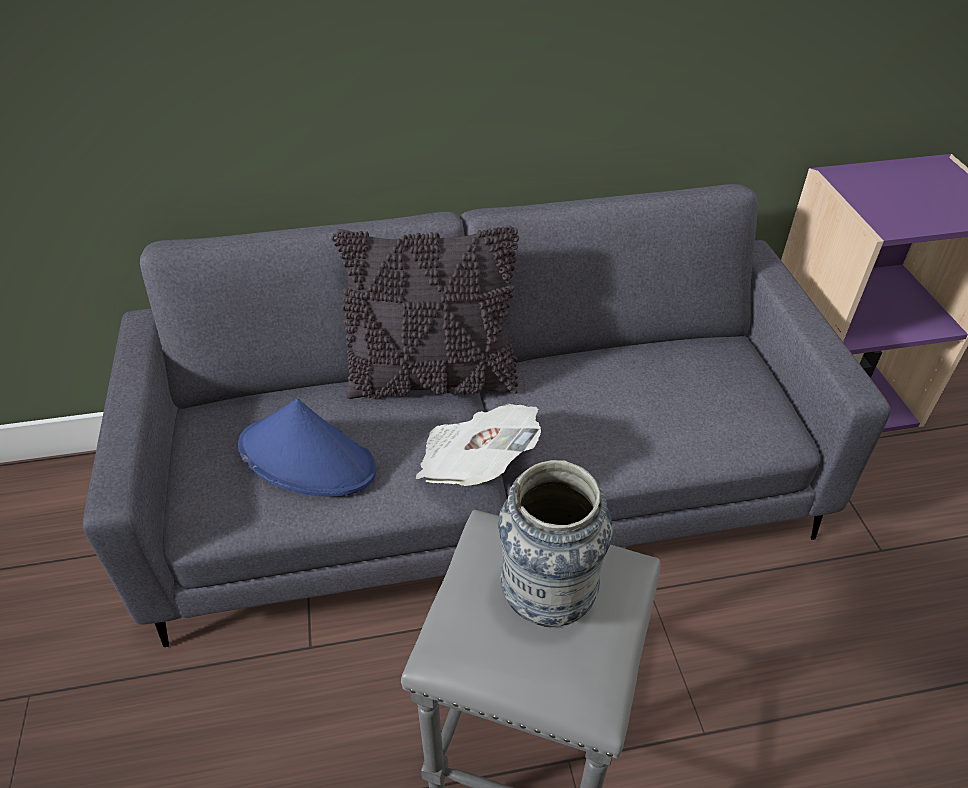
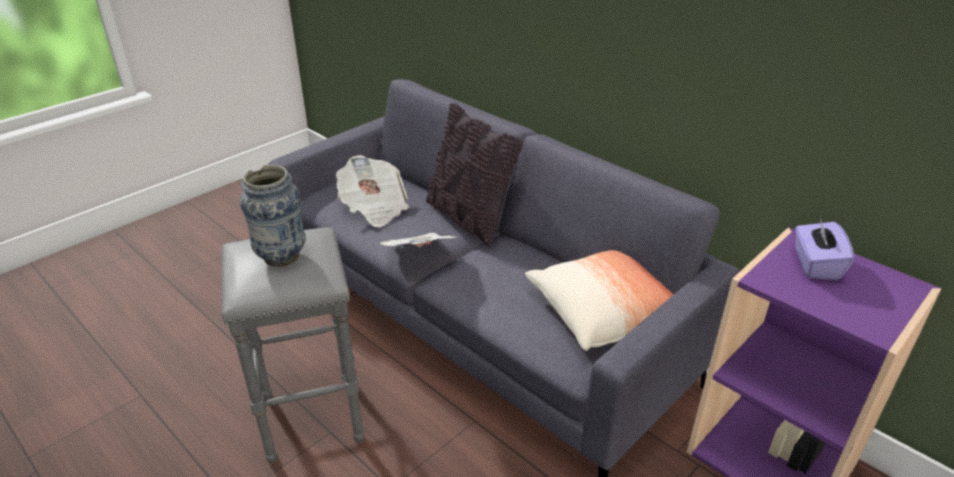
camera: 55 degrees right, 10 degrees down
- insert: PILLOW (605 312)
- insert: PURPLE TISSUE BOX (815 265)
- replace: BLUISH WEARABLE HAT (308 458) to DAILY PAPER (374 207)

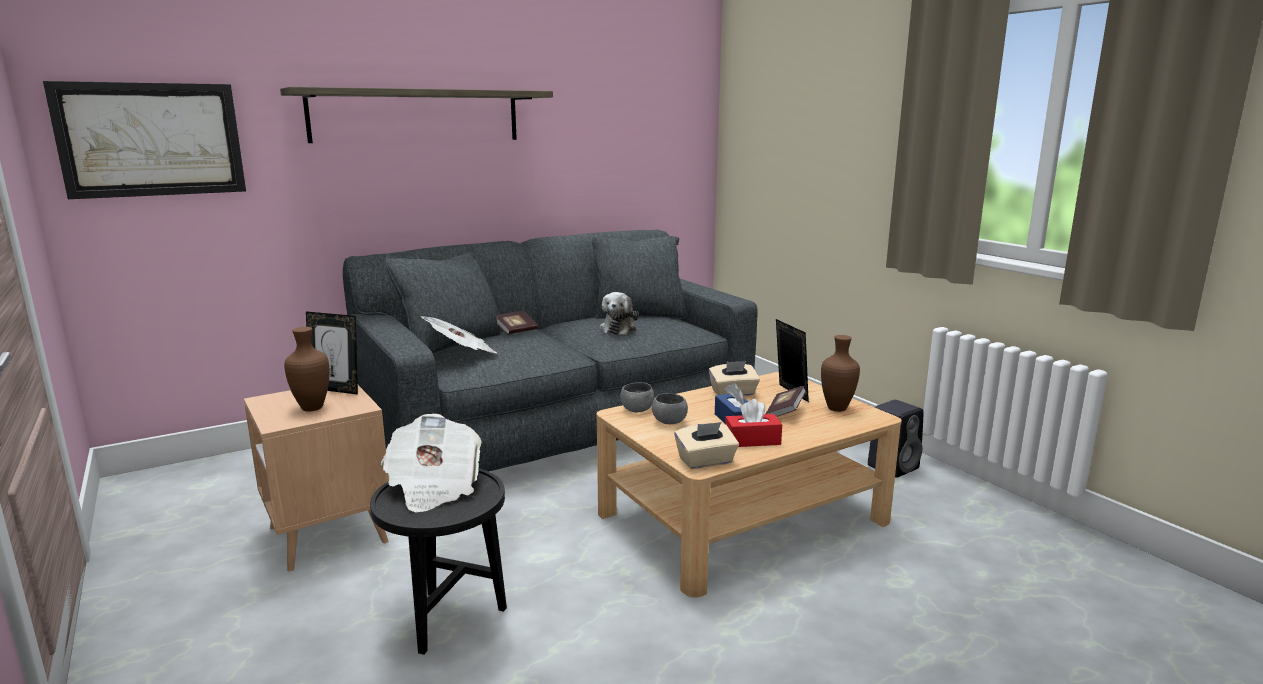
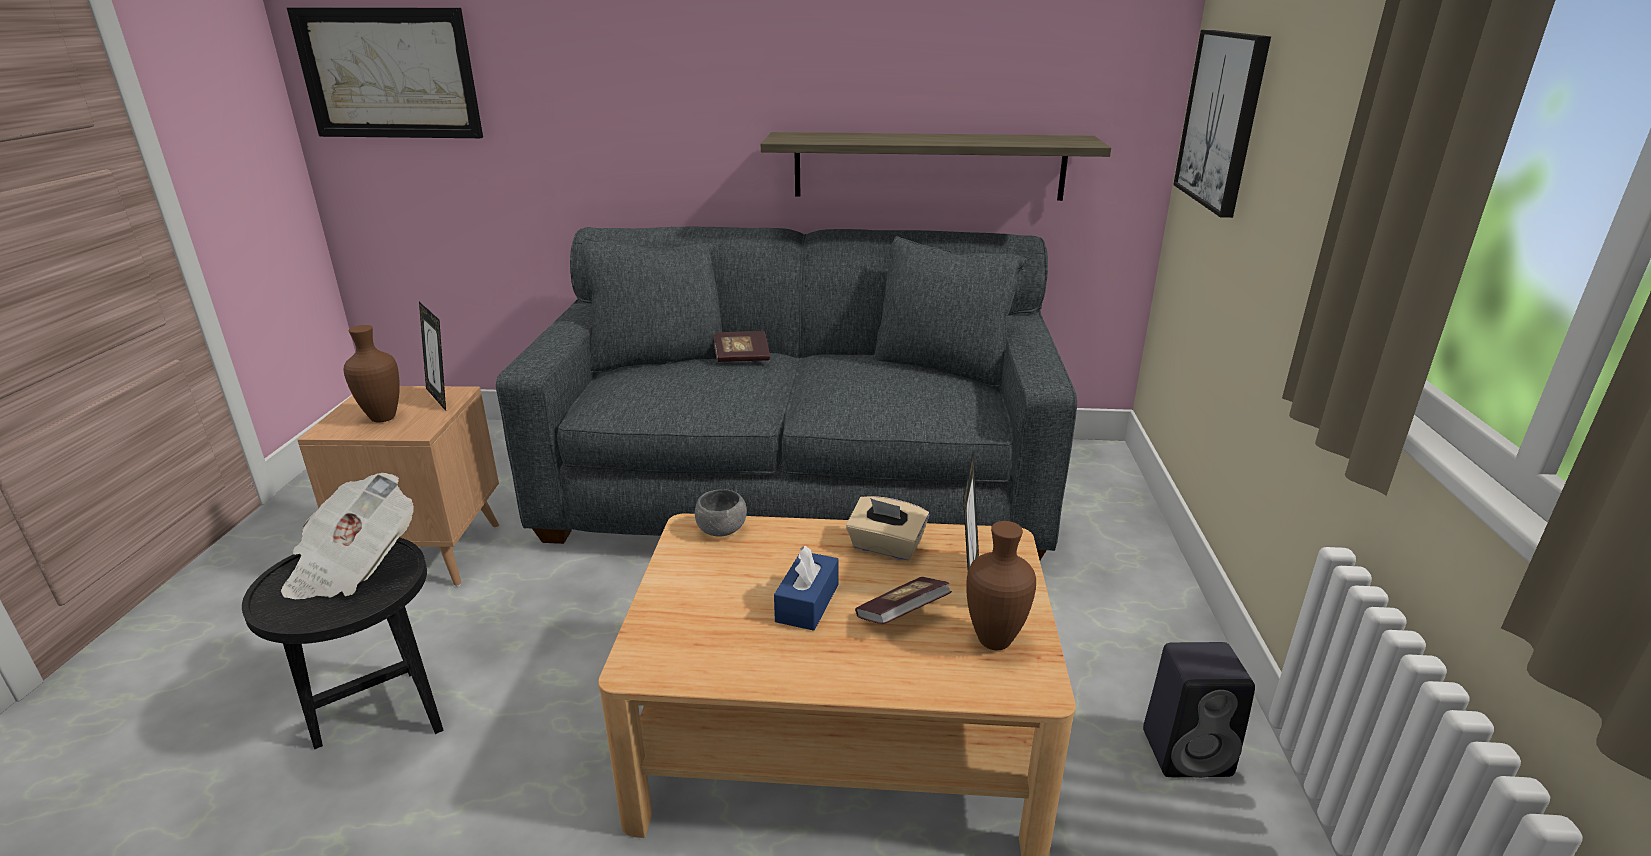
camera: 35 degrees right, 10 degrees up
- delete: DAILY PAPER (462 353)
- delete: CUDDLY TOY (619 329)
- delete: GREY DEEP DISH (669 422)
- delete: BEIGE-COLOURED TISSUE BOX (706 461)
- delete: RED TISSUE BOX (752 440)
- insert: WALL PICTURE (1222 119)
- move: WALL SHELF (416 116) to (929 166)

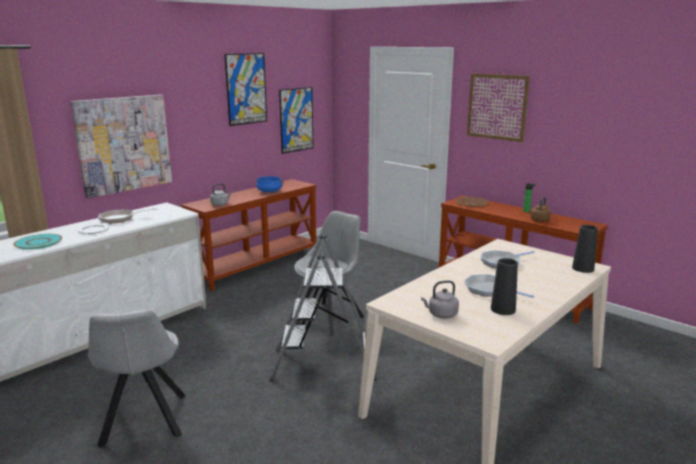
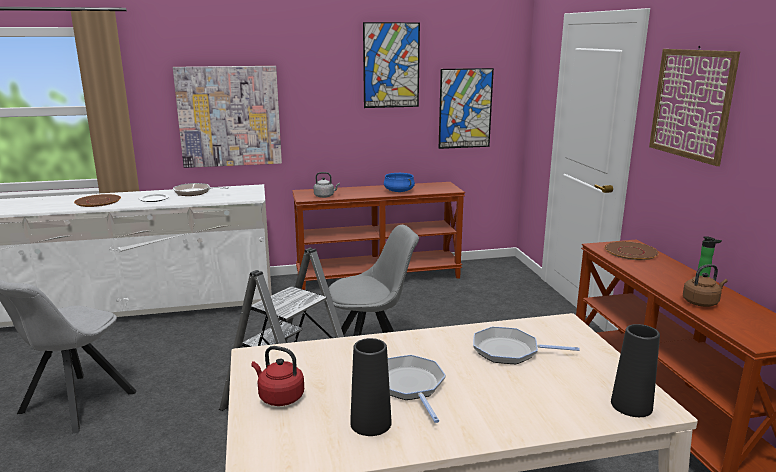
camera: 35 degrees right, 0 degrees up
- recolor: TURQUOISE FLAT DISH (38 242) to BROWNISH FLAT DISH (98 201)
- recolor: GREY TEA KETTLE (441 315) to RED TEA KETTLE (279 397)

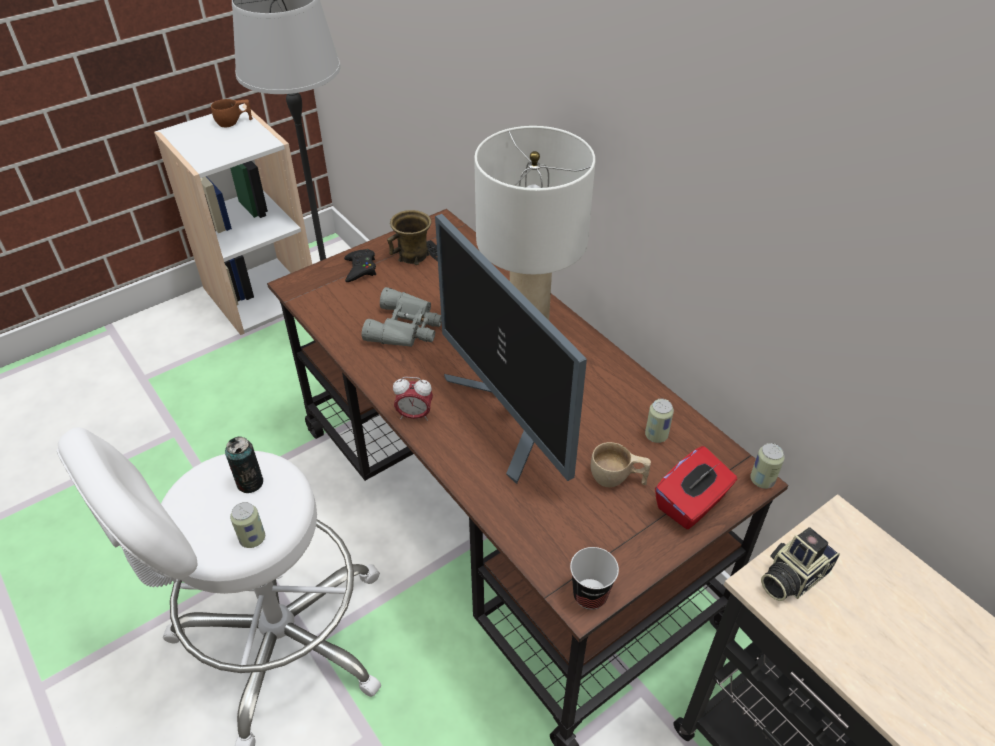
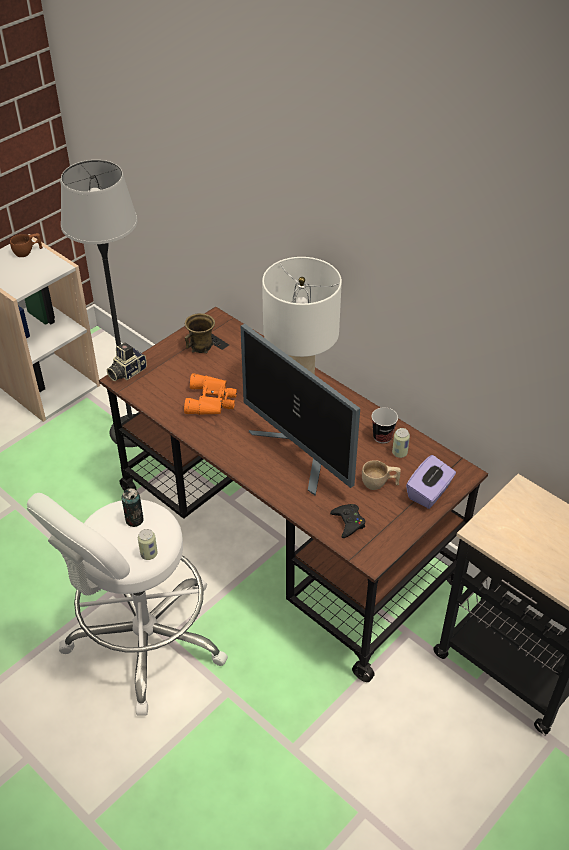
camera: 10 degrees left, 0 degrees up
- delete: ALARM CLOCK (414 415)
- delete: SEALED CAN (762 480)
- move: BLACK JOYPAD (360 269) to (348 522)
- move: CUP (590 595) to (382 437)
- move: PHOTO CAMERA (791 576) to (126 372)
- recolor: GREY PAIR OF BINOCULARS (406 327) to ORANGE PAIR OF BINOCULARS (212 400)
- recolor: RED TISSUE BOX (691 503) to PURPLE TISSUE BOX (429 492)

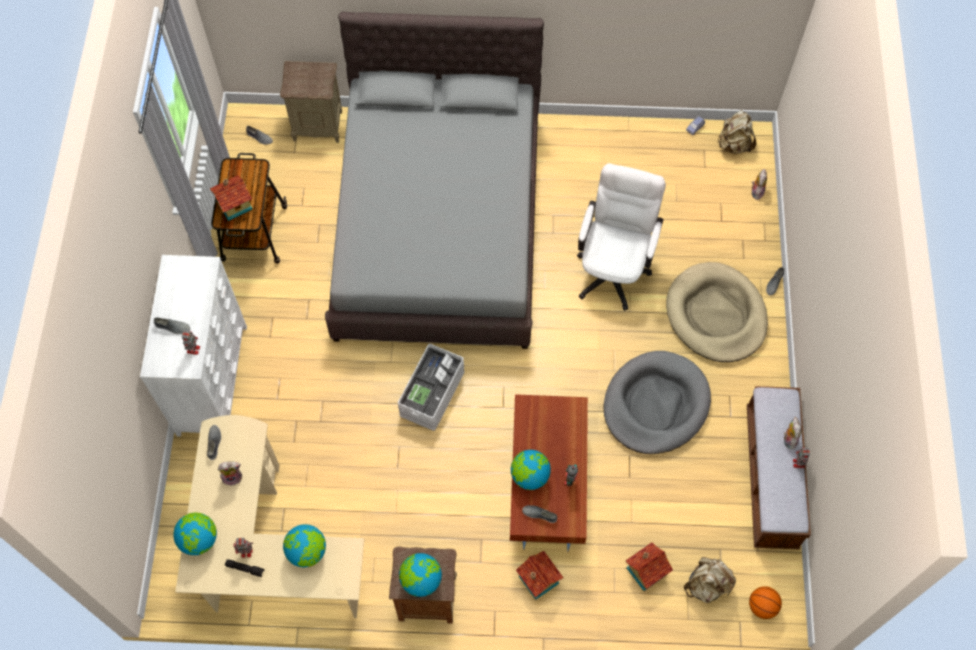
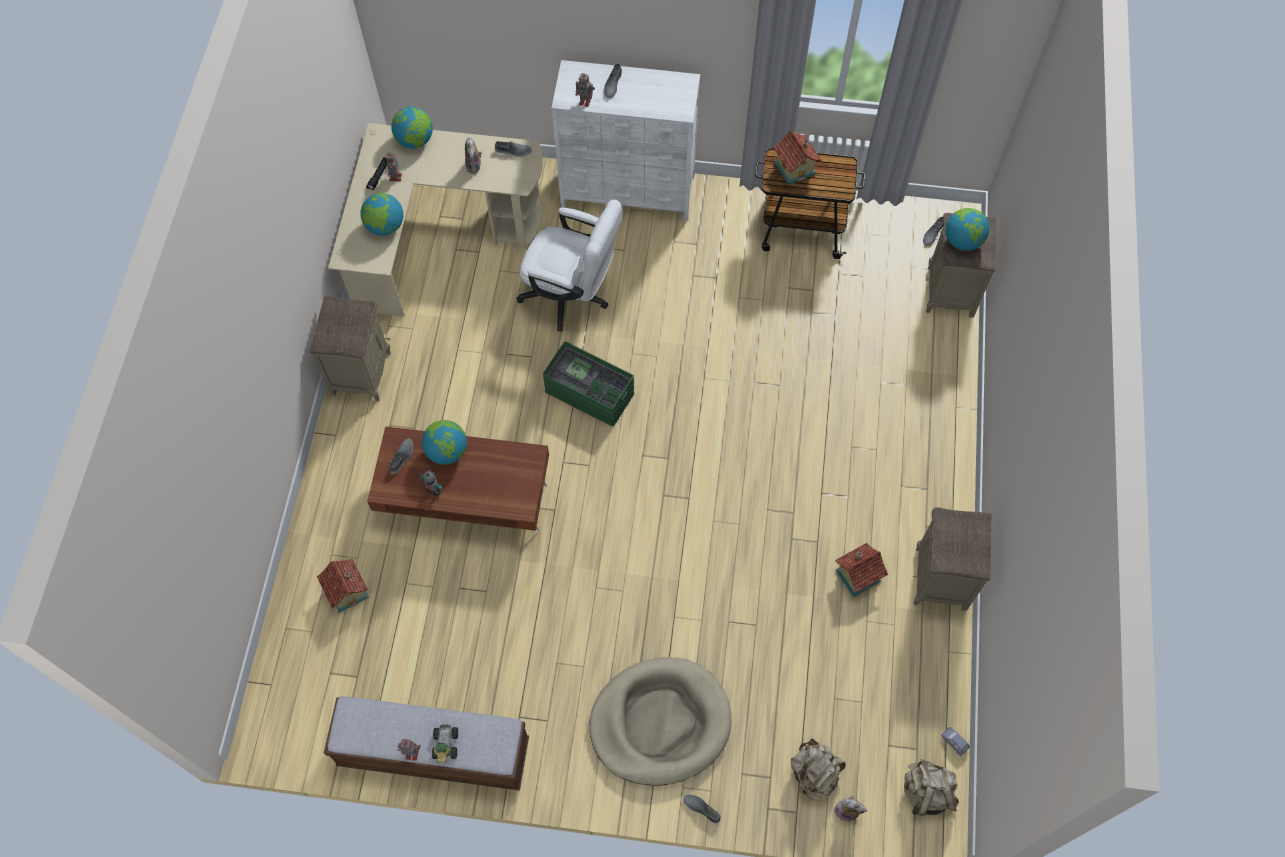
camera: 95 degrees right, 0 degrees up
- delete: GREY BED (439 224)
- delete: GREY PET BED (655 405)
- delete: BALL FOR BASKETBALL (762 606)
- insert: BEIGE-COLOURED BEDSIDE TABLE (939 579)
- move: DESK GLOBE (421 580) to (962 241)
- move: MINIATURE HOUSE (538 580) to (857 575)
- move: WHITISH DESK CHAIR (613 268) to (572 296)
- move: BEIGE-COLOURED RUCKSACK (707 585) to (814 774)
- replace: CUDDLY TOY (788 439) to MINIATURE CAR (445 746)
- recolor: WHITISH STORAGE BIN (431 392) to GREEN STORAGE BIN (590 391)

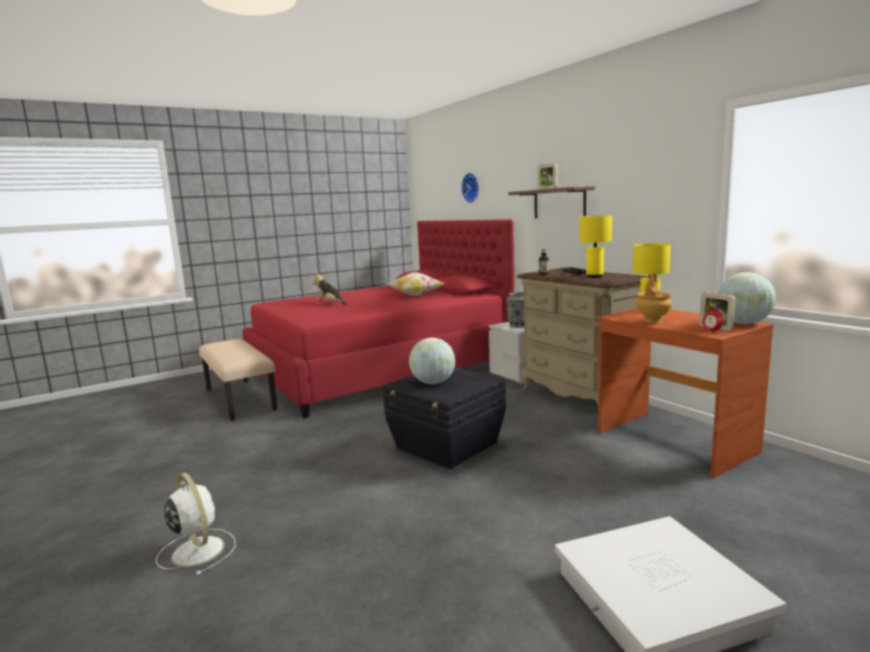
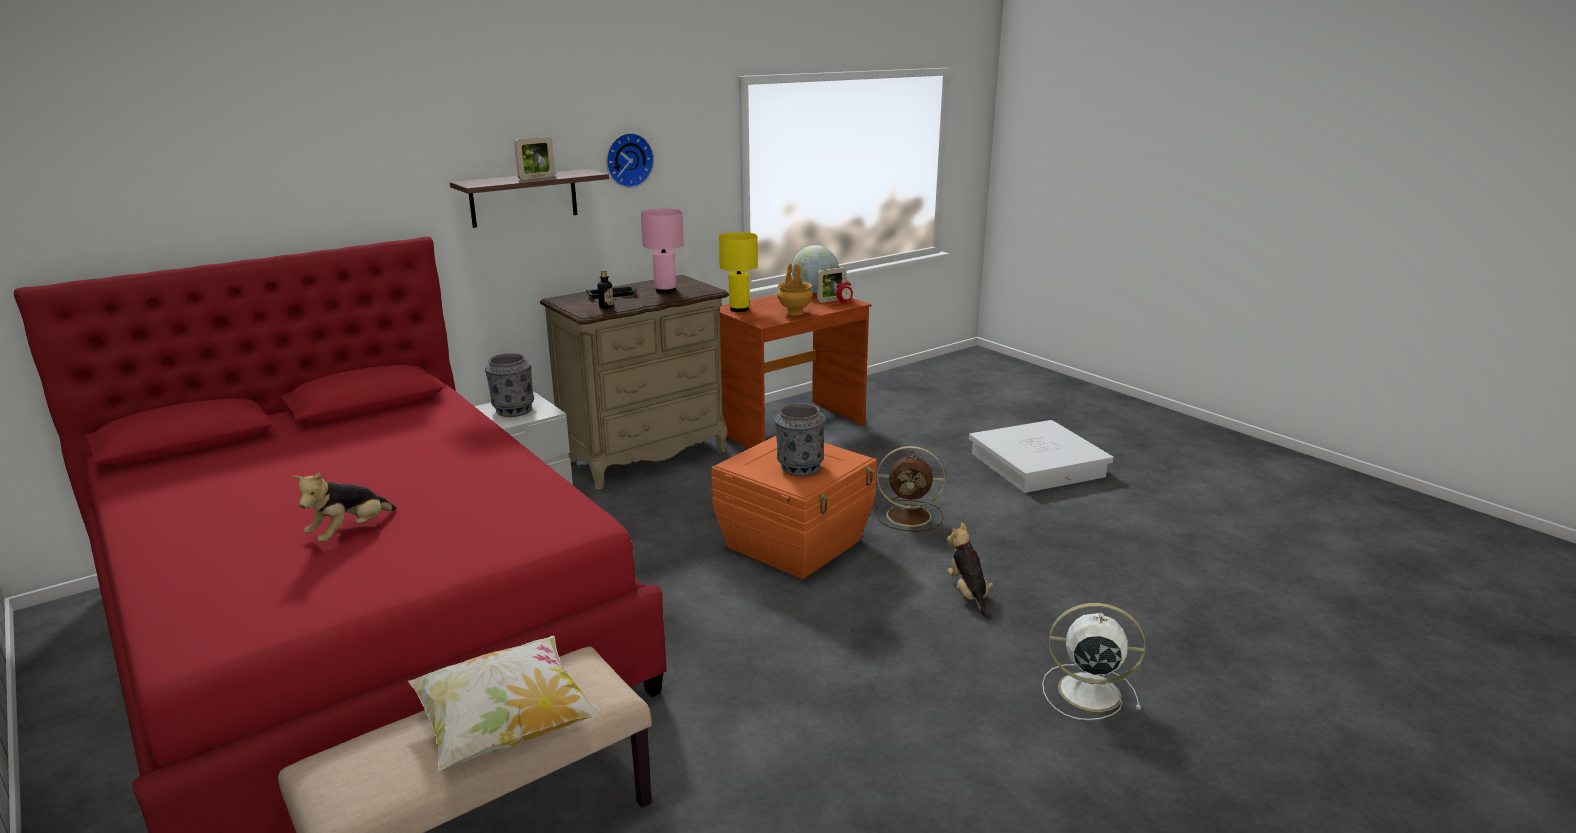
camera: 95 degrees left, 10 degrees up
- insert: BROWNISH COOLING FAN (911 516)
- insert: CUDDLY TOY (968 595)
- move: PILLOW (415 295) to (506 728)
- move: WALL CLOCK (471 188) to (628 160)
- replace: DESK GLOBE (433 383) to GREY FLOWER VASE (799 468)
- recolor: BLACK STORAGE BIN (447 446) to ORANGE STORAGE BIN (796 543)
- recolor: YELLOW-COLOURED LAMP FOR A TABLE (594 277) to PINK LAMP FOR A TABLE (665 291)
- rotate: WHITISH COOLING FAN (197 550) = (1086 691) 60 degrees clockwise

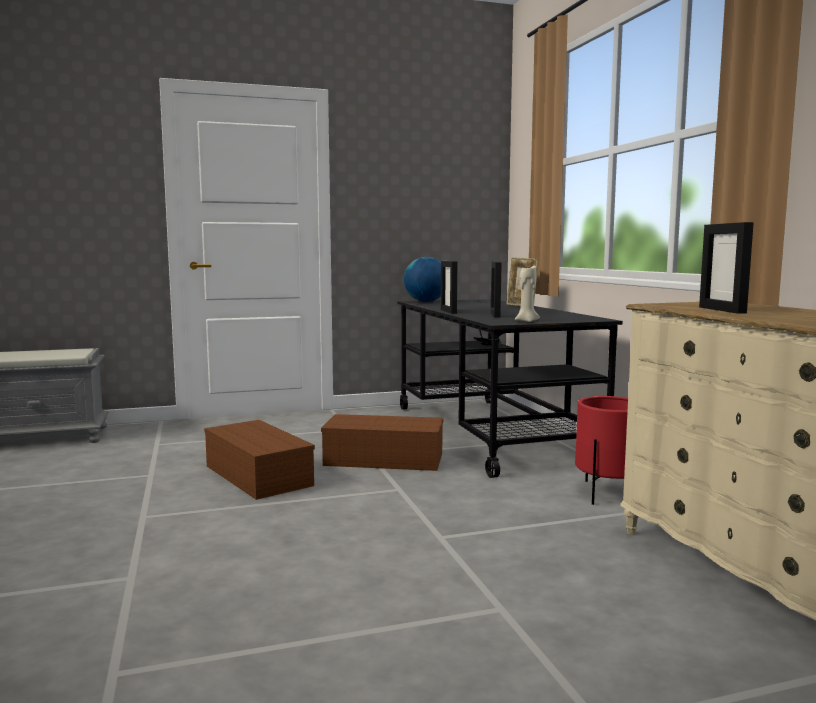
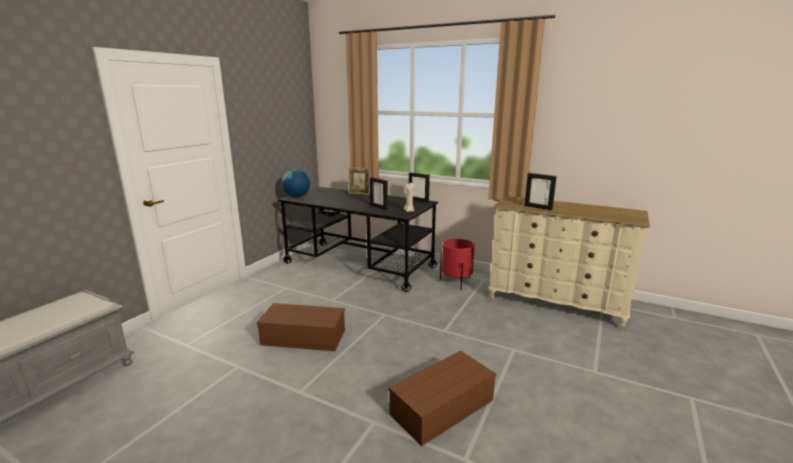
camera: 45 degrees left, 10 degrees up
- move: BROWNISH STORAGE BIN (382 459) to (442 408)
- move: STANDING FRAME (449 311) to (418 200)

